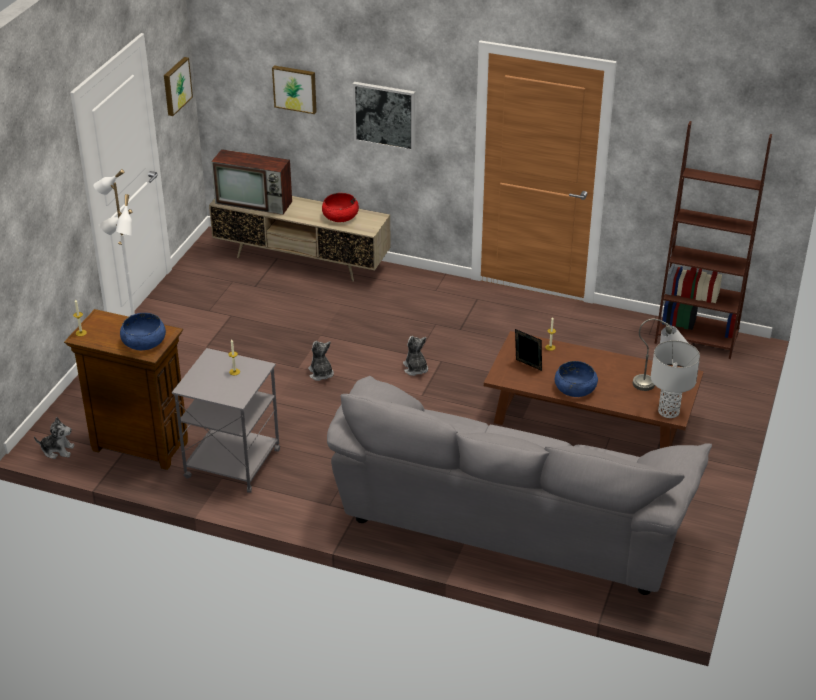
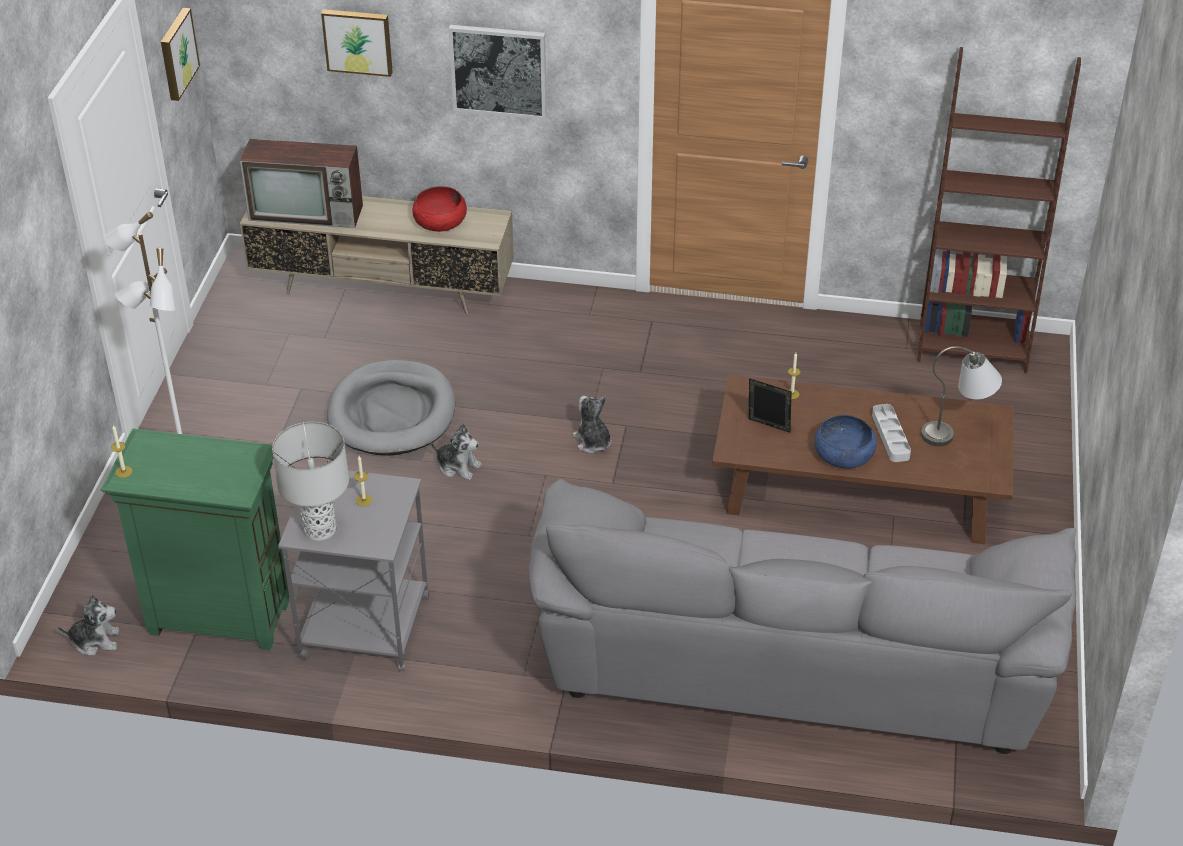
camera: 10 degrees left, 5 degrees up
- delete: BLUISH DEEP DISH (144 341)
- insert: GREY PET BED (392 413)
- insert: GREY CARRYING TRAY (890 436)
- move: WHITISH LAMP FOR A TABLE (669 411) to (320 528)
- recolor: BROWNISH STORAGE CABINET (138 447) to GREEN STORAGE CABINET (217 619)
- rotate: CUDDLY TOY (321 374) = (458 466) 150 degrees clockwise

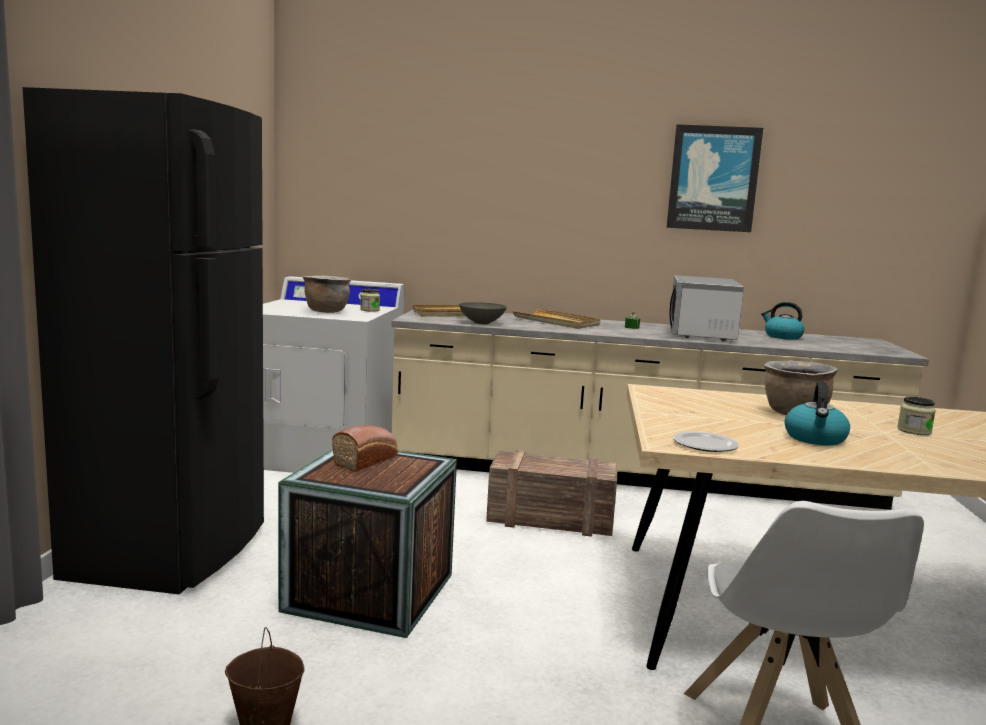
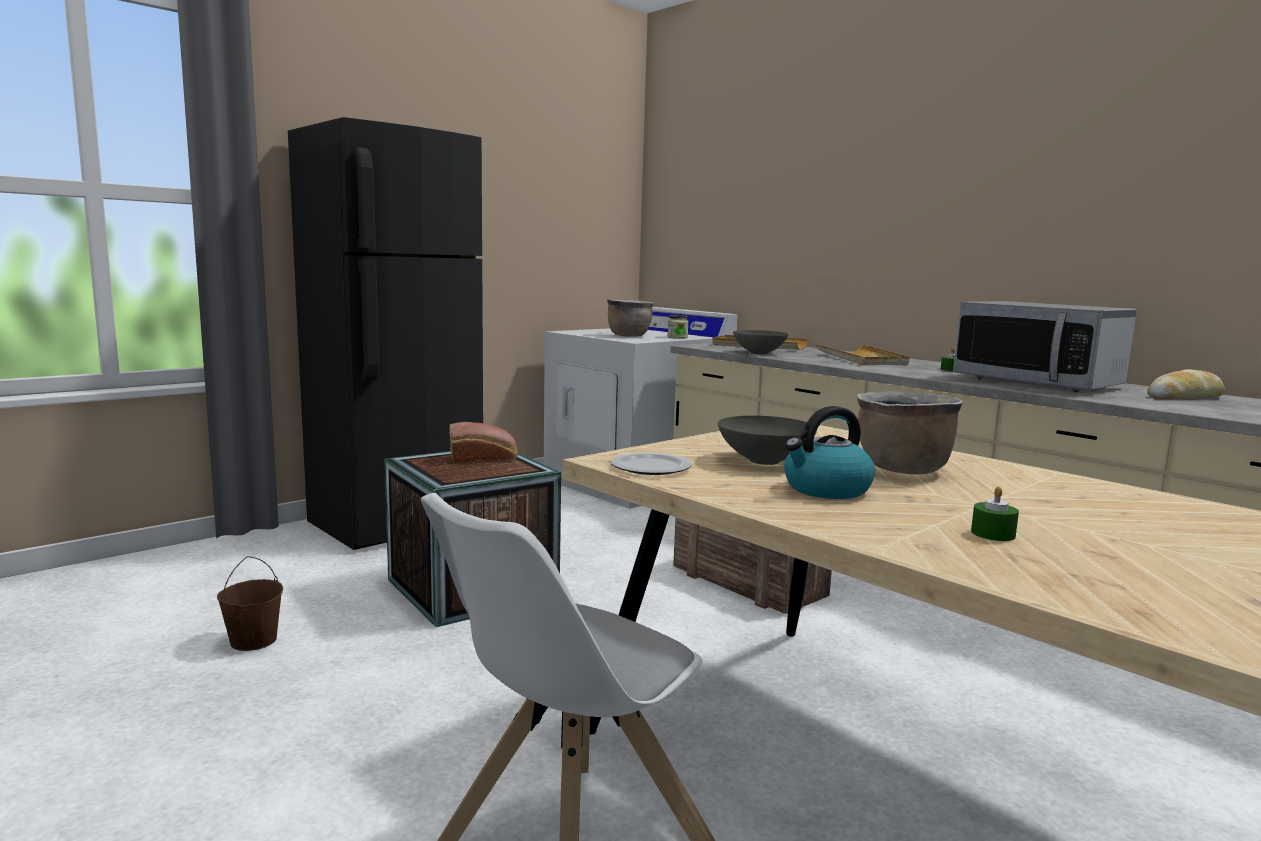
camera: 40 degrees right, 0 degrees up
- delete: WALL PICTURE (713 178)
- delete: JAR (914 431)
- insert: GREY DEEP DISH (764 461)
- insert: GREEN WAX LIGHT (993 534)
- replace: TEA KETTLE (782 337) to BREAD (1184 397)
- rotate: MICROWAVE (702 334) = (1037 383) 90 degrees counterclockwise

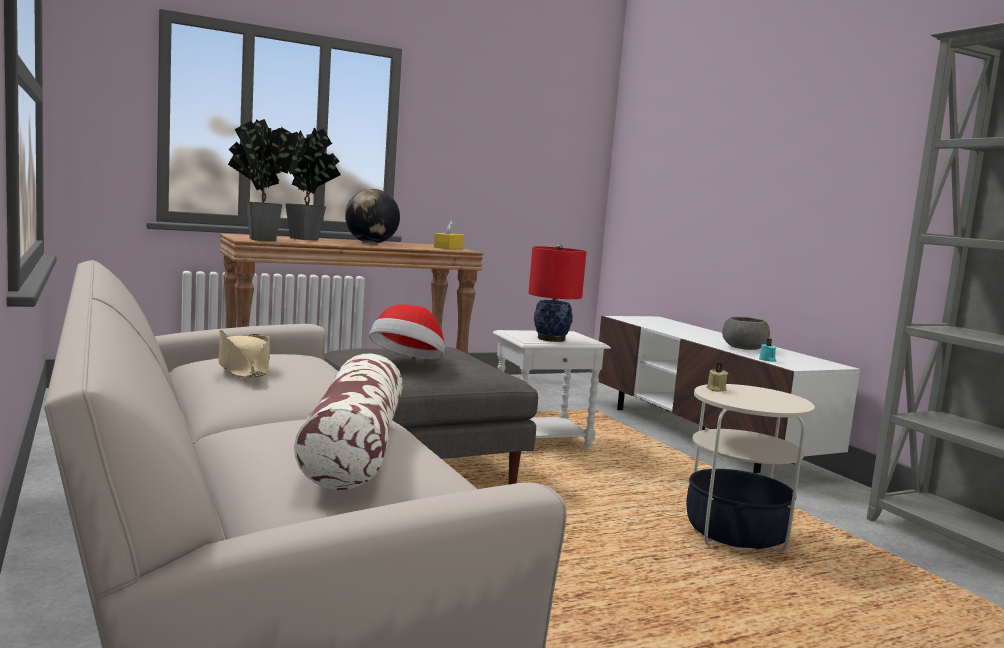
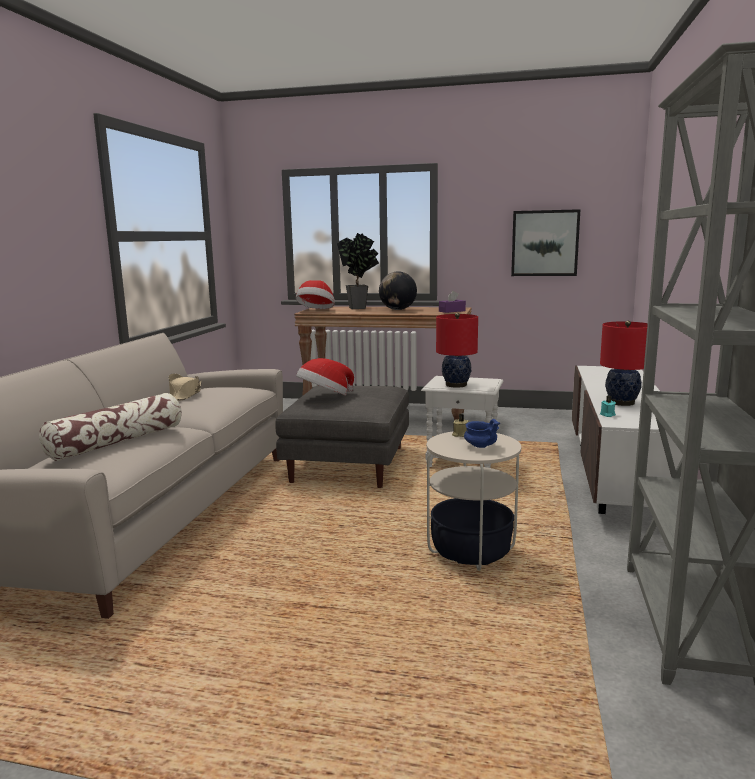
camera: 40 degrees right, 5 degrees up
- insert: BLUISH DEEP DISH (482 446)
- insert: WALL PICTURE (544 243)
- replace: POTTED PLANT (257 239) to WEARABLE HAT (316 311)
- replace: GREY DEEP DISH (743 348) to RED LAMP FOR A TABLE (621 402)
- recolor: YELLOW-COLOURED TISSUE BOX (448 248) to PURPLE TISSUE BOX (452 311)

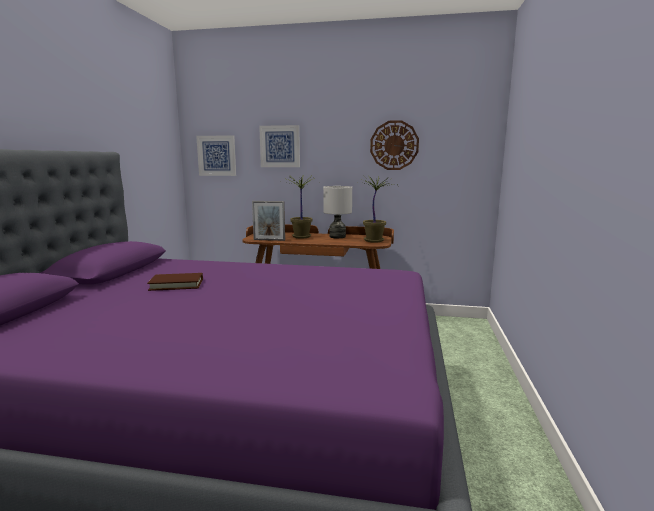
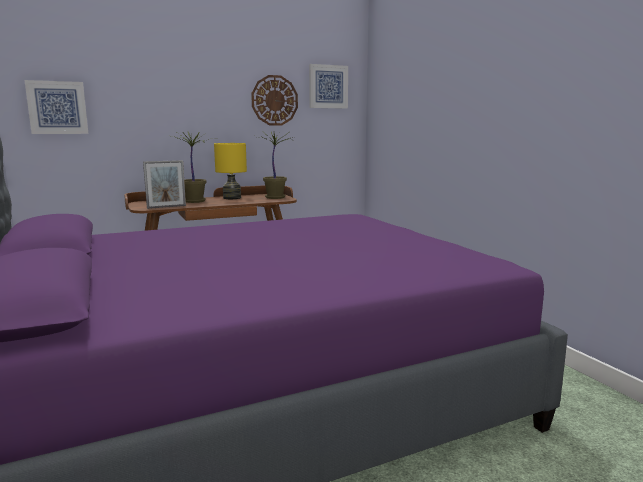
camera: 35 degrees left, 0 degrees up
- delete: BROWNISH BOUND BOOK (176 284)
- move: WALL PICTURE (280 146) to (328 86)
- recolor: GREY LAMP FOR A TABLE (337 237) to YELLOW-COLOURED LAMP FOR A TABLE (232 198)

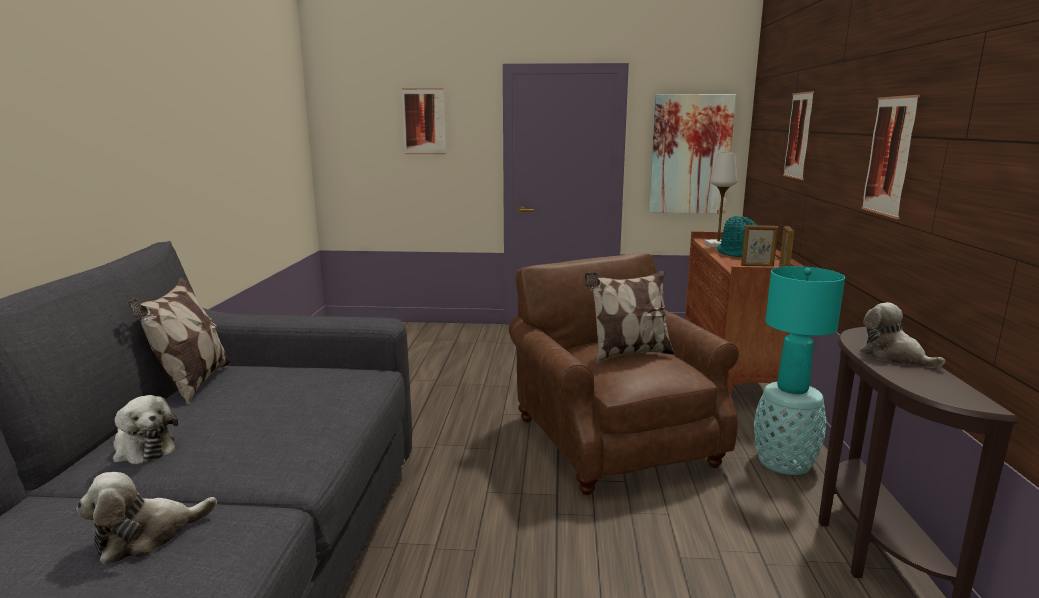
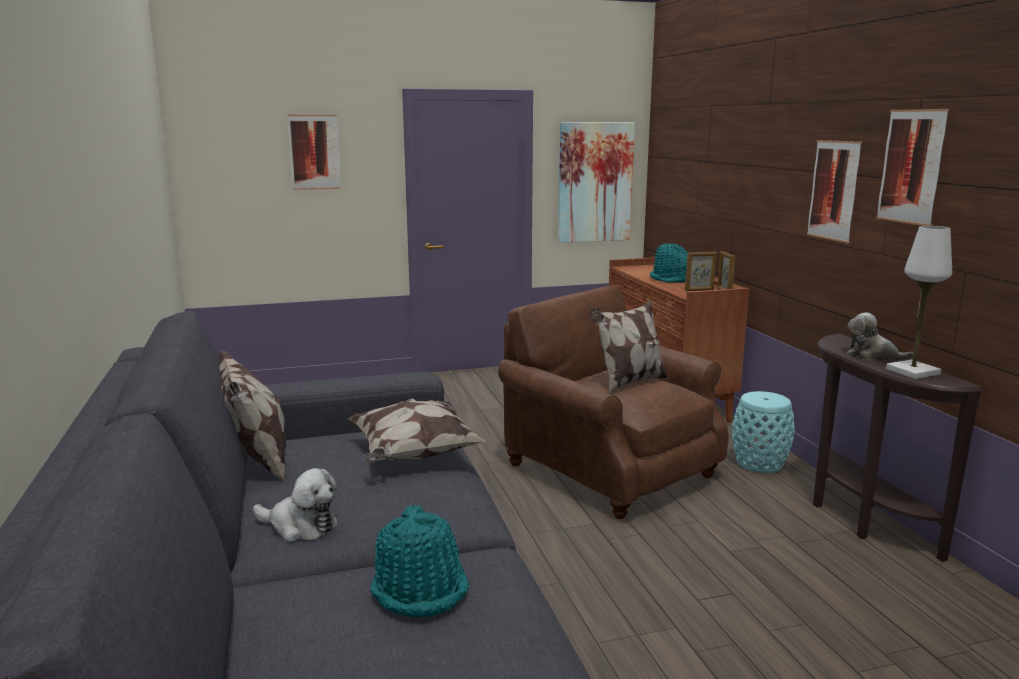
camera: 20 degrees left, 0 degrees up
- delete: TURQUOISE LAMP FOR A TABLE (793 388)
- insert: PILLOW (413 455)
- move: WHITISH LAMP FOR A TABLE (718 245) to (912 372)
- move: WALL PICTURE (798 135) to (911 166)
- replace: CUDDLY TOY (147 536) to TURQUOISE WEARABLE HAT (420 587)

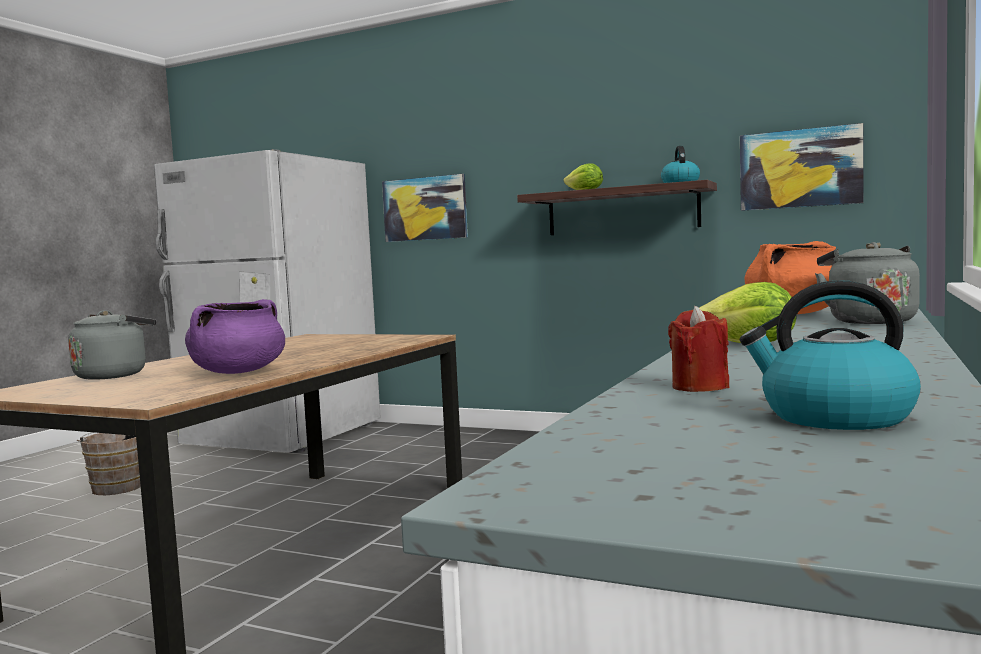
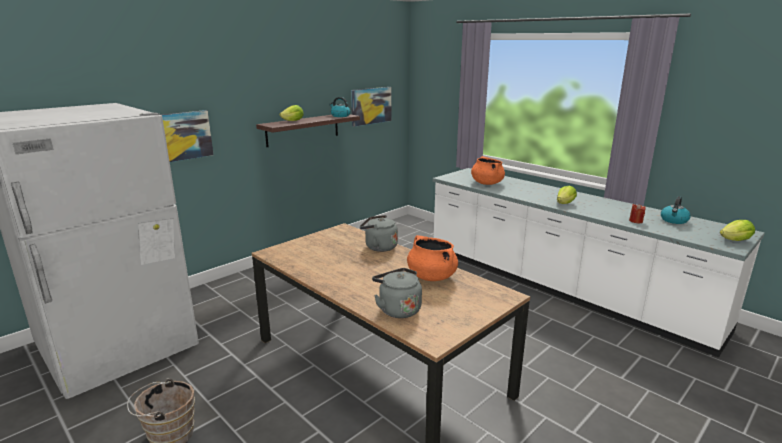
camera: 70 degrees left, 15 degrees up
- insert: LETTUCE (735 240)
- move: GREY TEA KETTLE (868 321) to (379 247)
- recolor: PURPLE COOKING POT (239 372) to ORANGE COOKING POT (431 276)

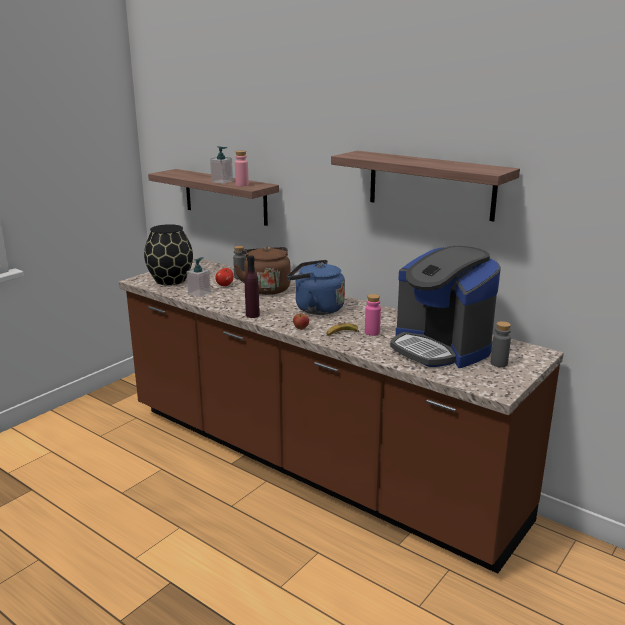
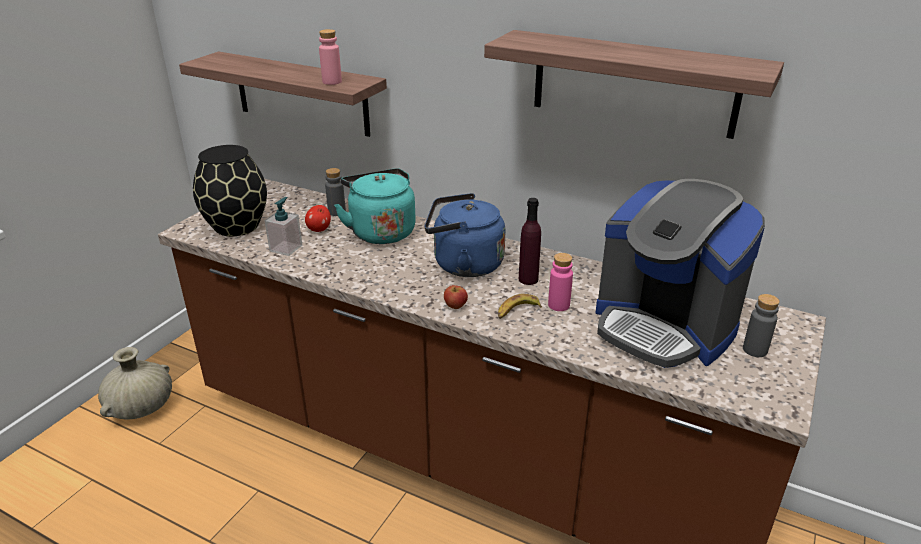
camera: 10 degrees left, 10 degrees up
- delete: LIQUID SOAP BOTTLE (222 181)
- insert: BEIGE-COLOURED FLOWER VASE (141 407)
- move: PURPLE BOTTLE (252 315) to (528 279)
- recolor: BROWNISH TEA KETTLE (266 288) to TURQUOISE TEA KETTLE (380 231)

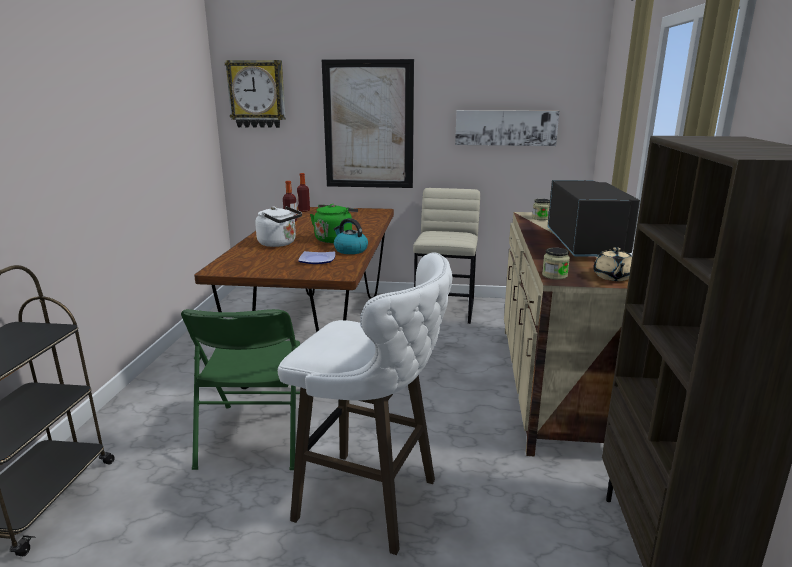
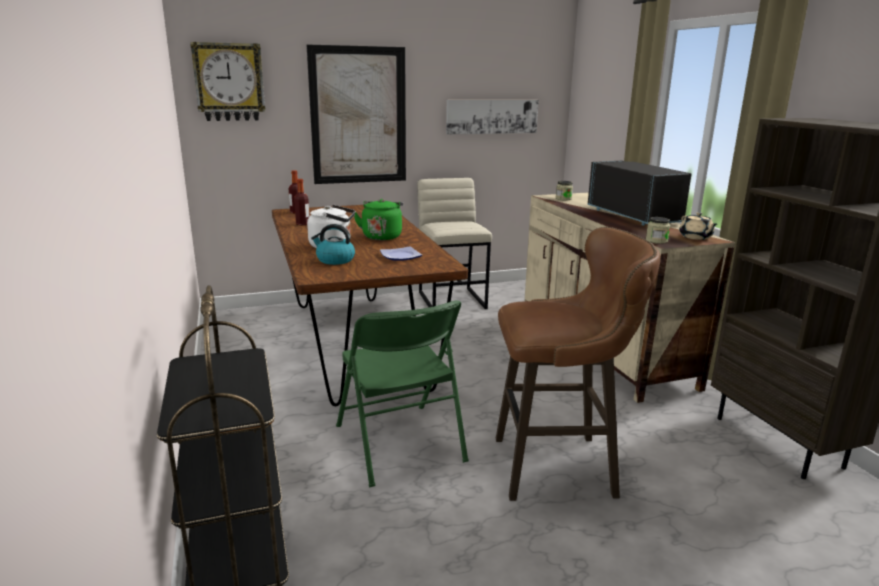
camera: 25 degrees left, 0 degrees up
- move: TEA KETTLE (350 250) to (334 260)
- recolor: WHITISH SITTING STOOL (372 501) to BROWNISH SITTING STOOL (559 466)

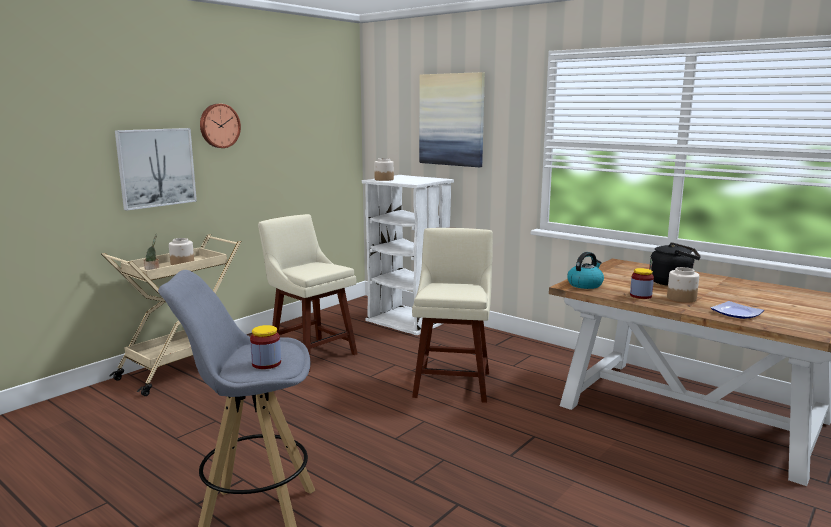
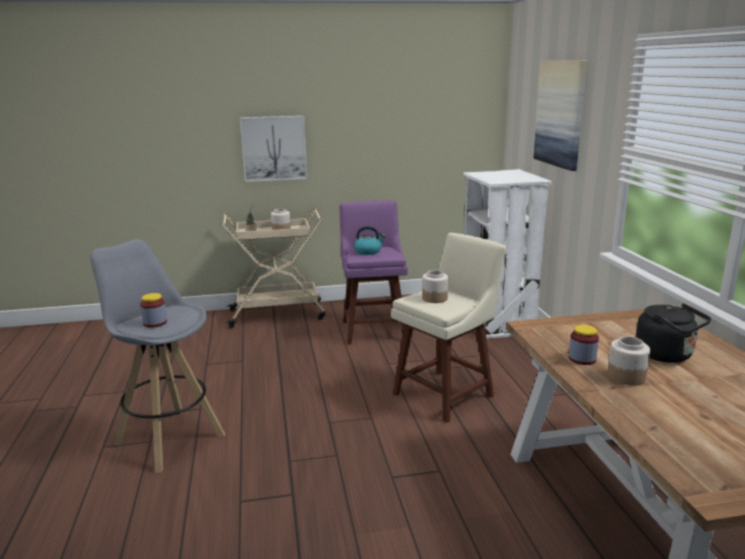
camera: 40 degrees right, 5 degrees up
- delete: WALL CLOCK (219 126)
- delete: FLAT DISH (736 313)
- move: JAR (384 179) to (434 298)
- move: TEA KETTLE (585 284) to (368 251)
- recolor: BEIGE-COLOURED SITTING STOOL (311 353) to PURPLE SITTING STOOL (374 329)

